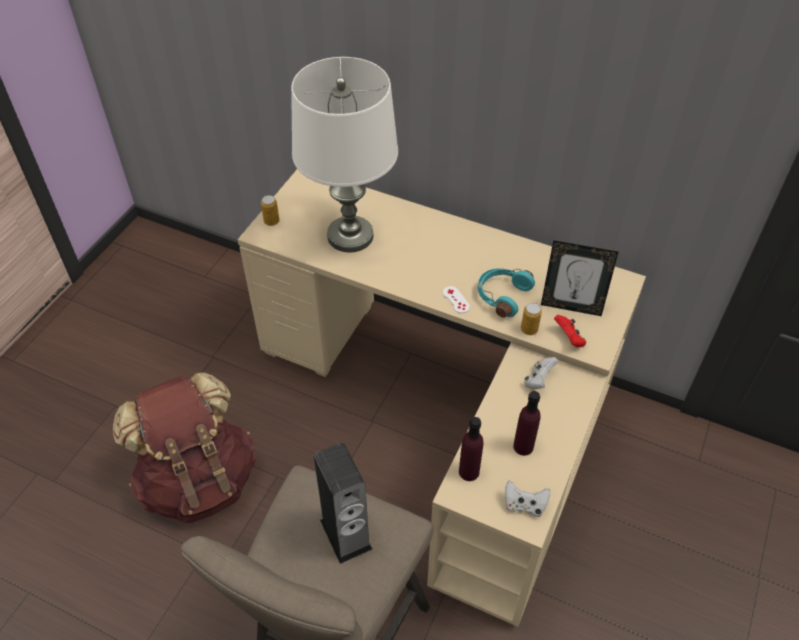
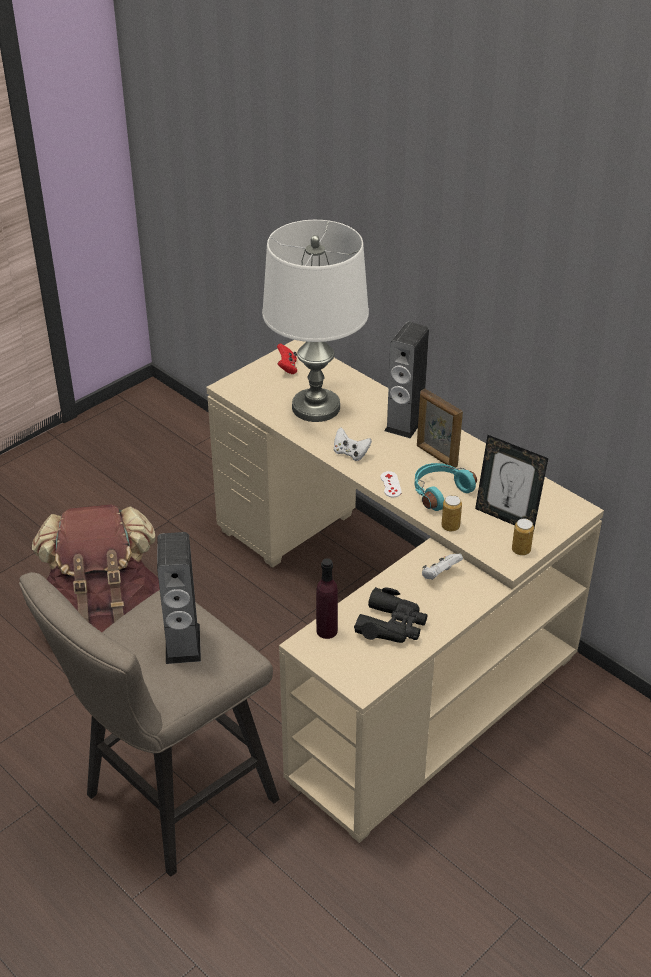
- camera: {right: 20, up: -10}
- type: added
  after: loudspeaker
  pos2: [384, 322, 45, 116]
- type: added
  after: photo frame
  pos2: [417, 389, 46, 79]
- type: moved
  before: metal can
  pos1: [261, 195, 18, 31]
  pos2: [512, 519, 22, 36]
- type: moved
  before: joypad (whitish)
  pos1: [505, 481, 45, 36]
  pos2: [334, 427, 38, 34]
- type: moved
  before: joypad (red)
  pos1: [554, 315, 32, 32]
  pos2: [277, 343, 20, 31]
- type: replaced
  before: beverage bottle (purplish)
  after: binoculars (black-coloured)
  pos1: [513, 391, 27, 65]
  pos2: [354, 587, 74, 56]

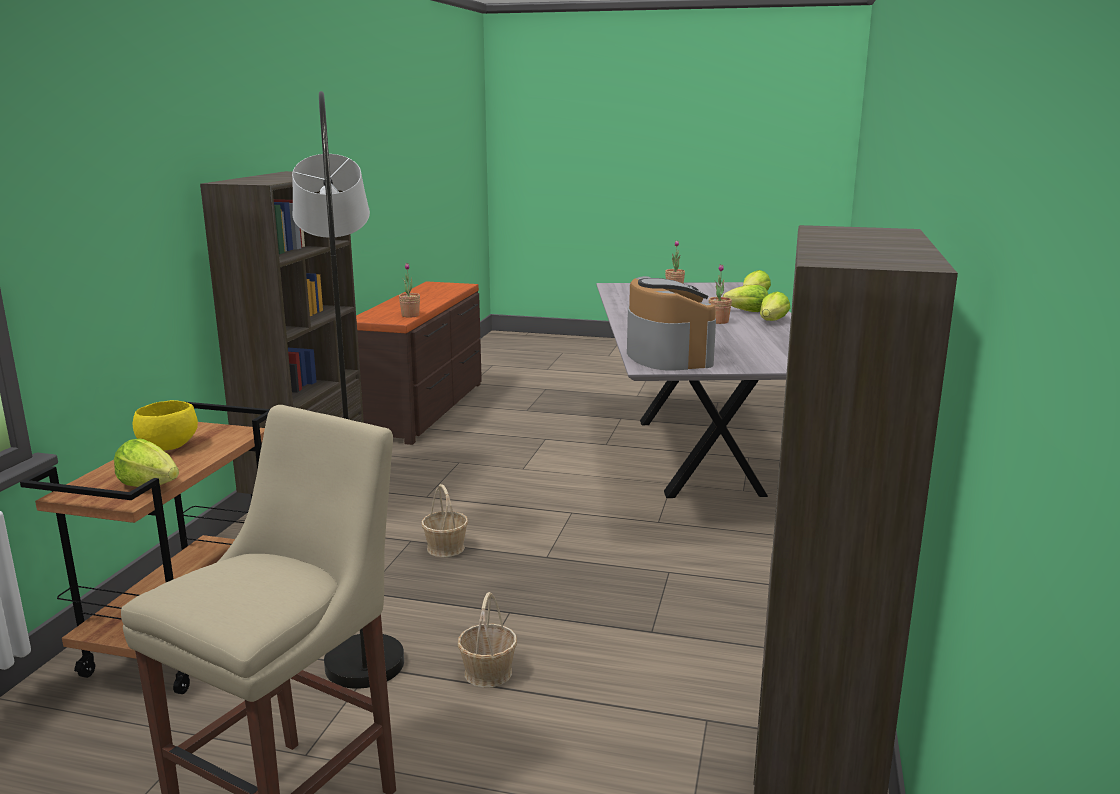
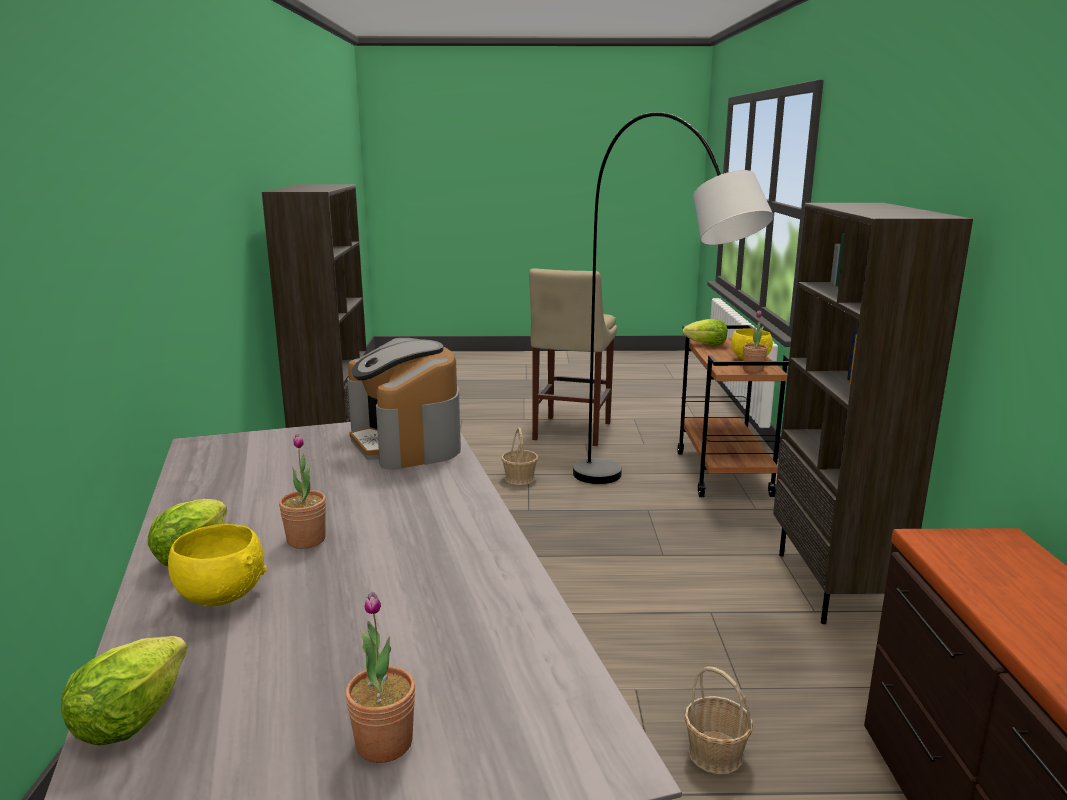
- camera: {right: 165, up: 0}
- type: moved
  before: houseplant
  pos1: [399, 263, 21, 55]
  pos2: [743, 311, 25, 61]
- type: moved
  before: household basket
  pos1: [421, 484, 47, 73]
  pos2: [684, 667, 69, 107]
- type: replaced
  before: head of lettuce
  after: bowl (yellow-coloured)
  pos1: [723, 285, 45, 27]
  pos2: [168, 524, 99, 82]

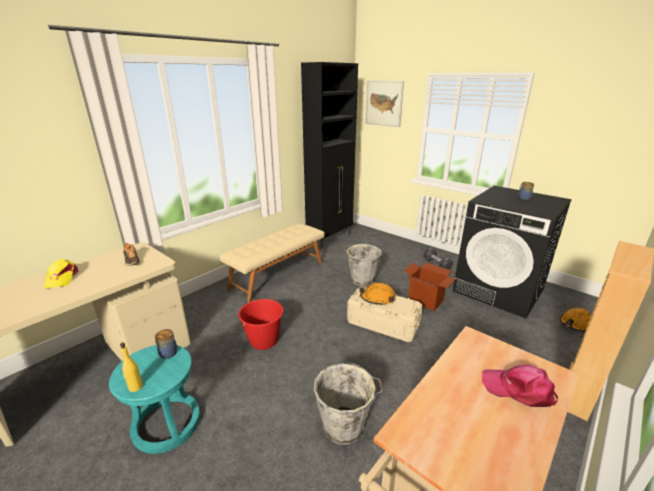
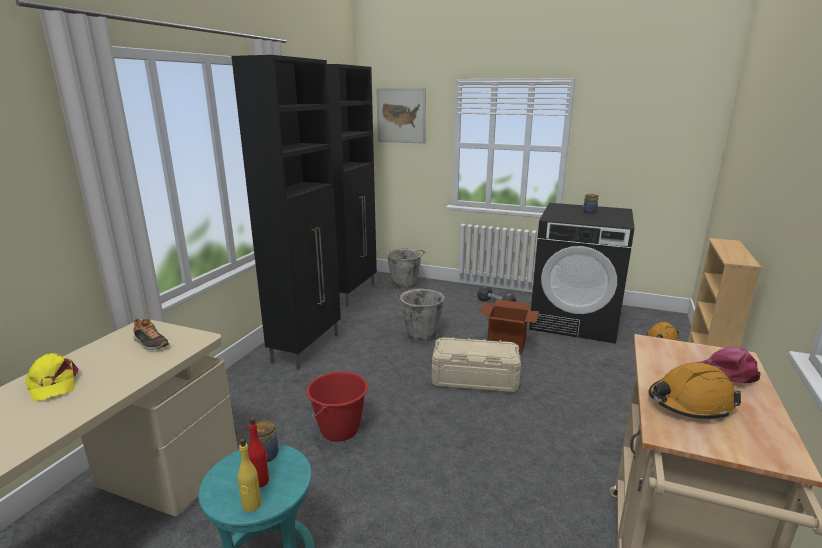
- camera: {right: -20, up: -5}
- type: added
  after: beverage bottle (red)
  pos2: [248, 417, 21, 71]
- type: moved
  before: water bucket (gray)
  pos1: [314, 362, 69, 83]
  pos2: [386, 248, 40, 42]
- type: moved
  before: safety helmet (orange)
  pos1: [359, 283, 37, 23]
  pos2: [648, 363, 93, 57]
- type: replaced
  before: long seat (sand-coloured)
  after: cabinet (black-coloured)
  pos1: [219, 223, 106, 79]
  pos2: [231, 55, 110, 315]

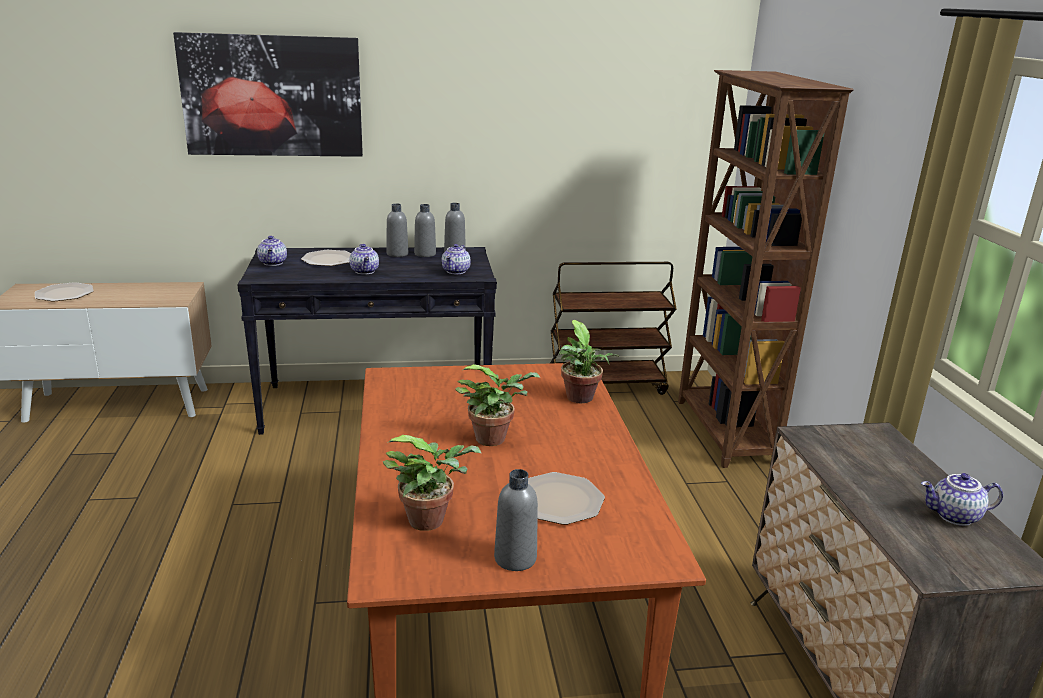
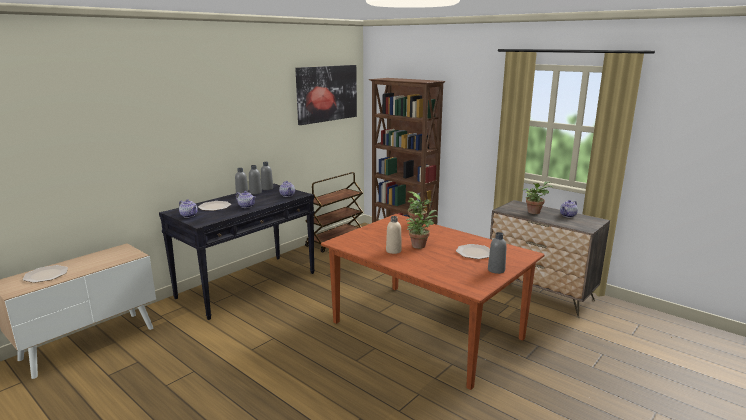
- camera: {right: -40, up: -5}
- type: added
  after: beverage bottle (sand-coloured)
  pos2: [386, 216, 16, 38]
- type: moved
  before: wall picture
  pos1: [173, 32, 190, 125]
  pos2: [295, 65, 62, 60]
- type: moved
  before: houseplant
  pos1: [383, 435, 98, 96]
  pos2: [523, 181, 30, 33]

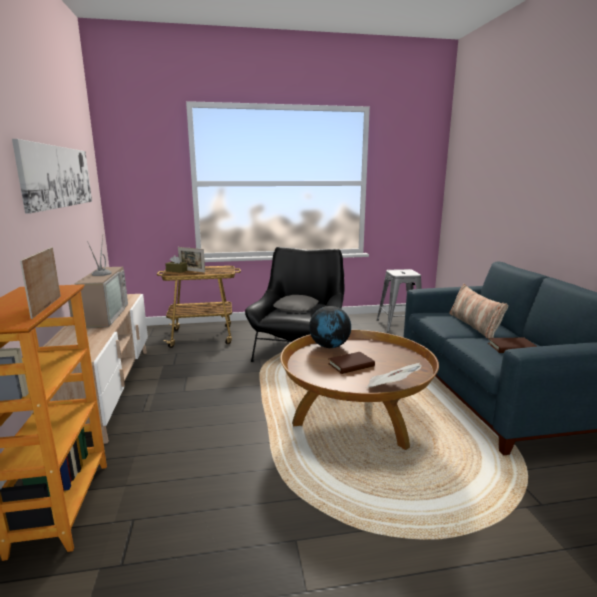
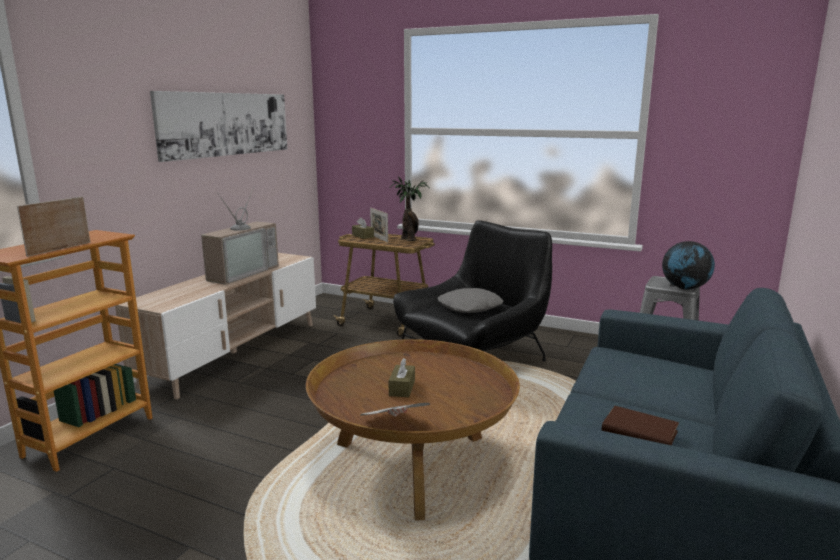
- camera: {right: 35, up: 0}
- type: removed
  before: pillow
  pos1: [449, 284, 59, 56]
- type: added
  after: houseplant
  pos2: [390, 176, 39, 65]
- type: moved
  before: globe
  pos1: [309, 306, 42, 42]
  pos2: [662, 241, 53, 49]
- type: replaced
  before: book (brown)
  after: tissue holder (brown)
  pos1: [328, 352, 47, 22]
  pos2: [389, 358, 26, 39]

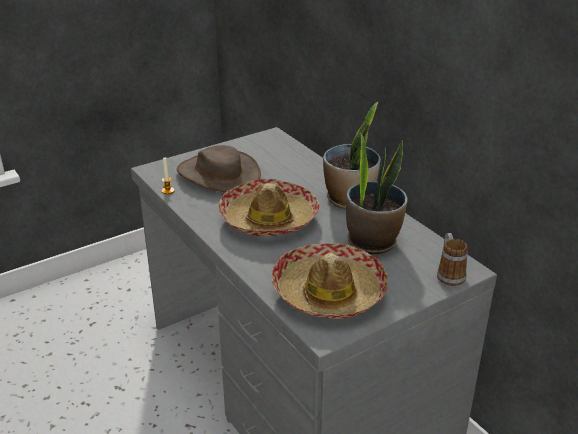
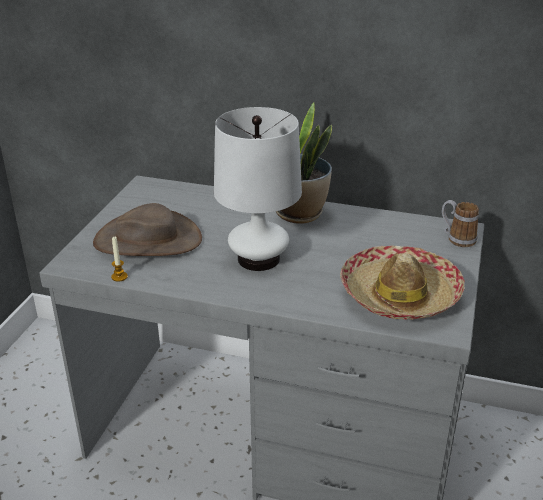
- camera: {right: -40, up: 0}
- type: removed
  before: houseplant
  pos1: [346, 133, 62, 122]
- type: replaced
  before: wearable hat
  after: lamp for a table (whitish)
  pos1: [218, 179, 101, 57]
  pos2: [214, 107, 88, 164]

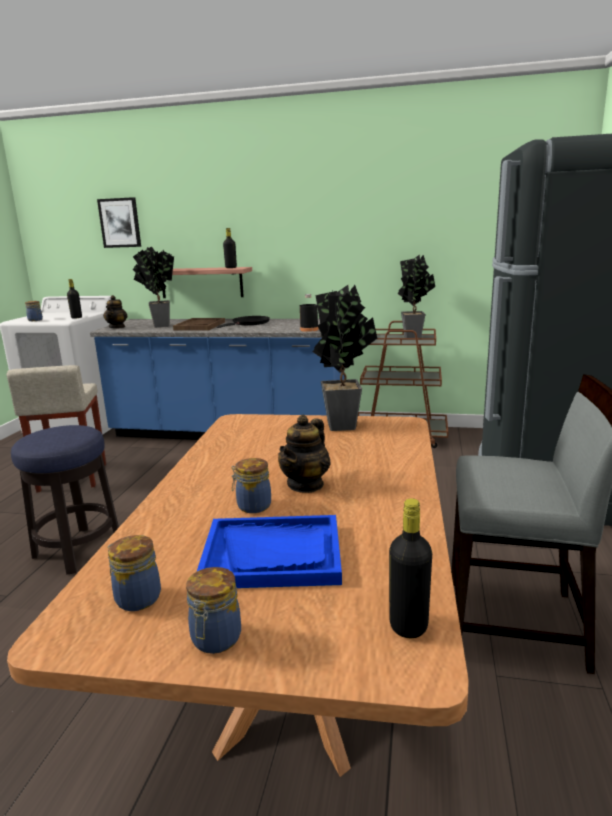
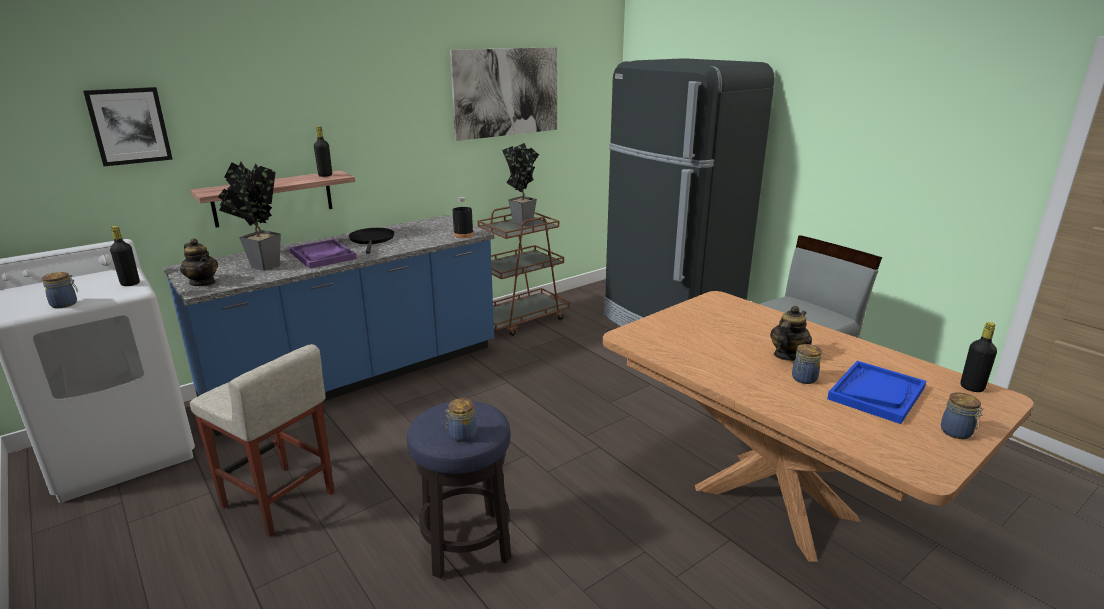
- camera: {right: -50, up: 5}
- type: removed
  before: houseplant
  pos1: [313, 285, 64, 146]
- type: added
  after: wall picture
  pos2: [450, 47, 107, 94]
- type: moved
  before: storage jar
  pos1: [107, 535, 54, 76]
  pos2: [445, 398, 31, 44]
- type: recoloured
  before: tray (brown)
  after: tray (purplish)
  pos1: [173, 318, 52, 13]
  pos2: [289, 239, 68, 30]
- type: turned
  before: pot for tea
  pos1: [278, 415, 53, 78]
  pos2: [770, 306, 42, 55]
  turn: -120

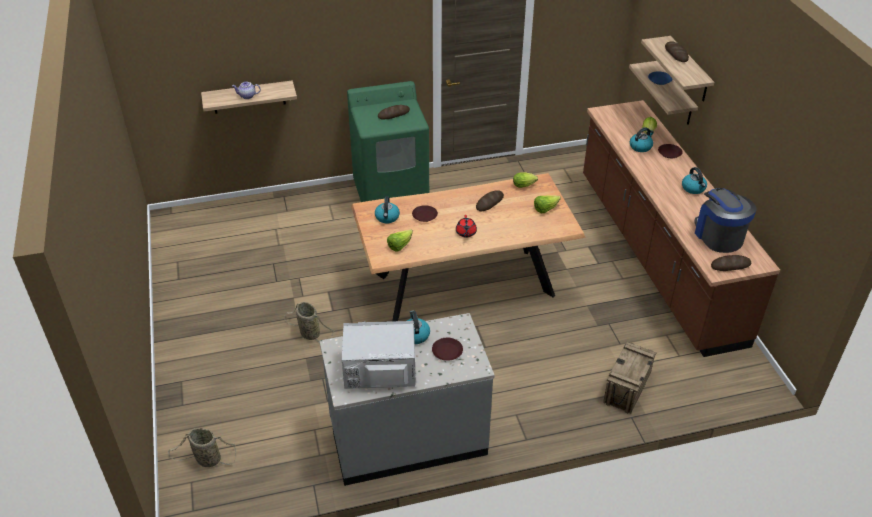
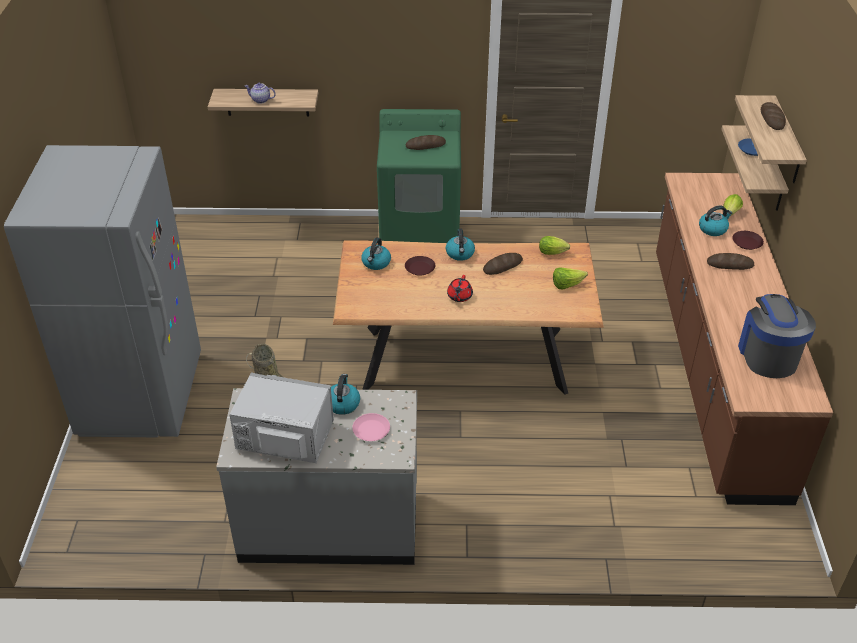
- camera: {right: 15, up: 0}
- type: removed
  before: household basket
  pos1: [168, 428, 68, 39]
- type: removed
  before: head of lettuce
  pos1: [387, 229, 26, 23]
- type: removed
  before: crate
  pos1: [603, 342, 53, 71]
- type: added
  after: kitchen fridge (gray)
  pos2: [4, 145, 197, 292]
- type: moved
  before: water kettle
  pos1: [682, 167, 25, 27]
  pos2: [446, 228, 29, 33]
- type: moved
  before: bread
  pos1: [711, 255, 40, 16]
  pos2: [707, 253, 47, 17]
- type: recoloured
  before: dinner plate (brown)
  after: dinner plate (pink-coloured)
  pos1: [432, 338, 31, 23]
  pos2: [352, 413, 38, 28]

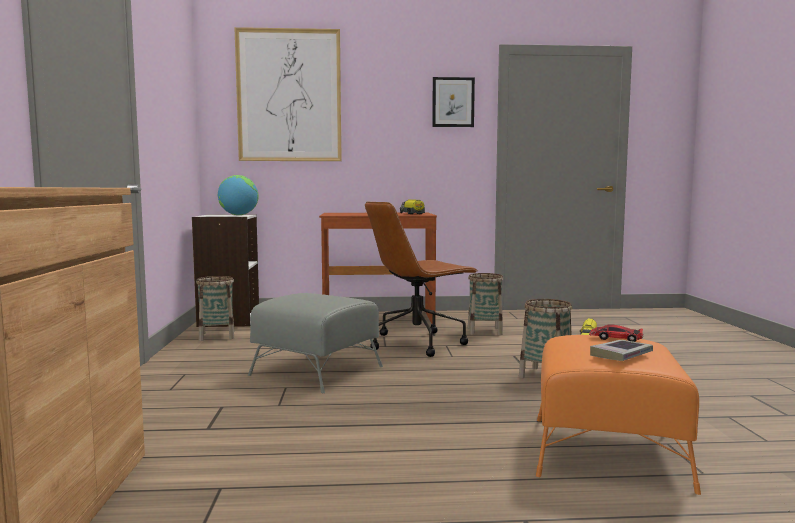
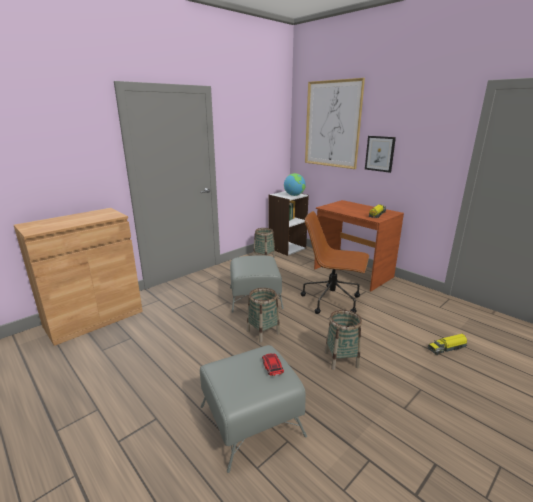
- camera: {right: 50, up: 15}
- type: removed
  before: book
  pos1: [590, 340, 63, 21]
- type: moved
  before: wall picture
  pos1: [432, 77, 43, 50]
  pos2: [365, 136, 31, 37]
- type: moved
  before: household basket
  pos1: [468, 273, 36, 62]
  pos2: [246, 288, 34, 55]
- type: recoloured
  before: pouffe (orange)
  after: pouffe (gray)
  pos1: [536, 335, 165, 160]
  pos2: [200, 345, 107, 128]

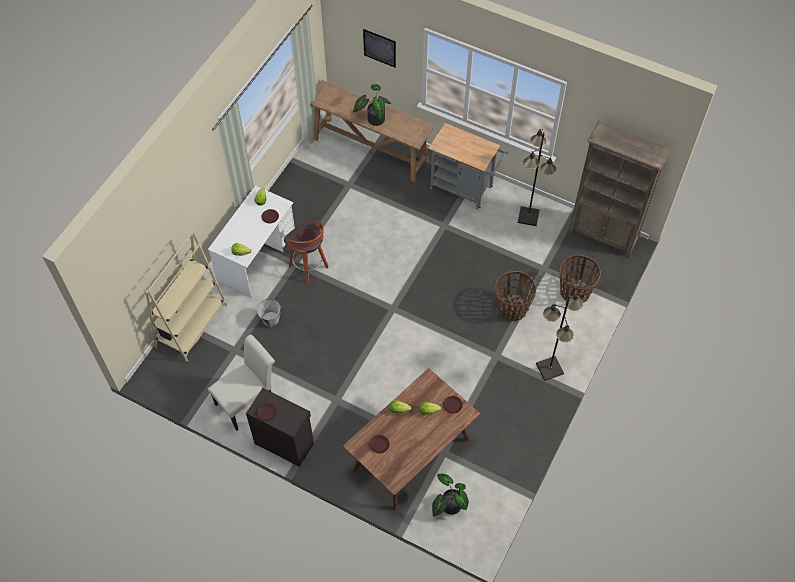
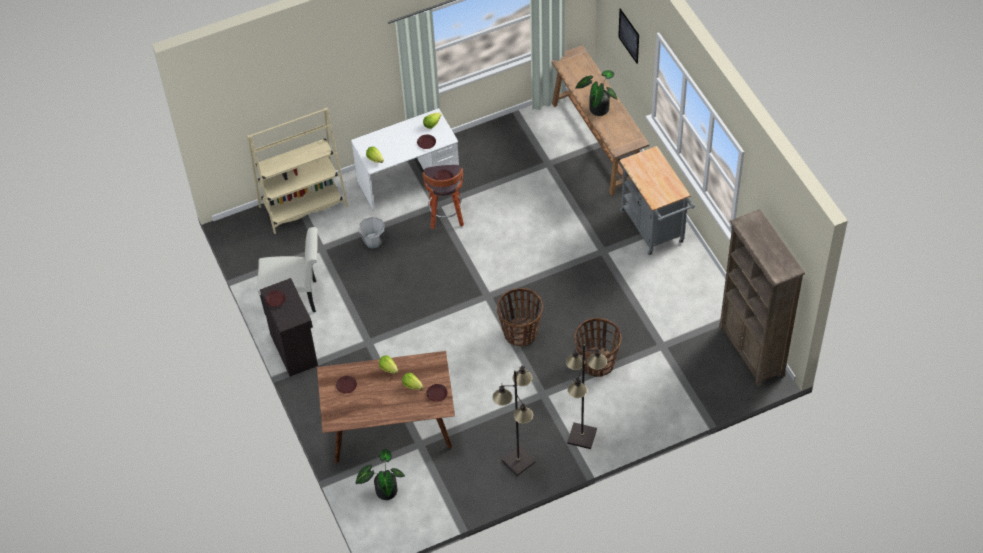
- camera: {right: 40, up: -5}
- type: moved
  before: standing lamp (black-coloured)
  pos1: [518, 129, 38, 97]
  pos2: [492, 366, 44, 110]
- type: moved
  before: household basket
  pos1: [560, 255, 41, 48]
  pos2: [497, 288, 46, 58]

